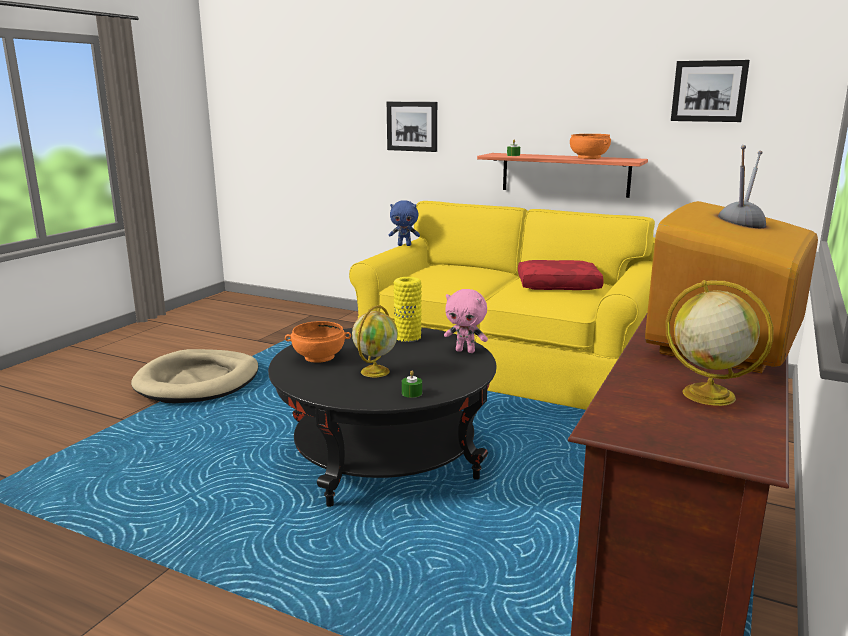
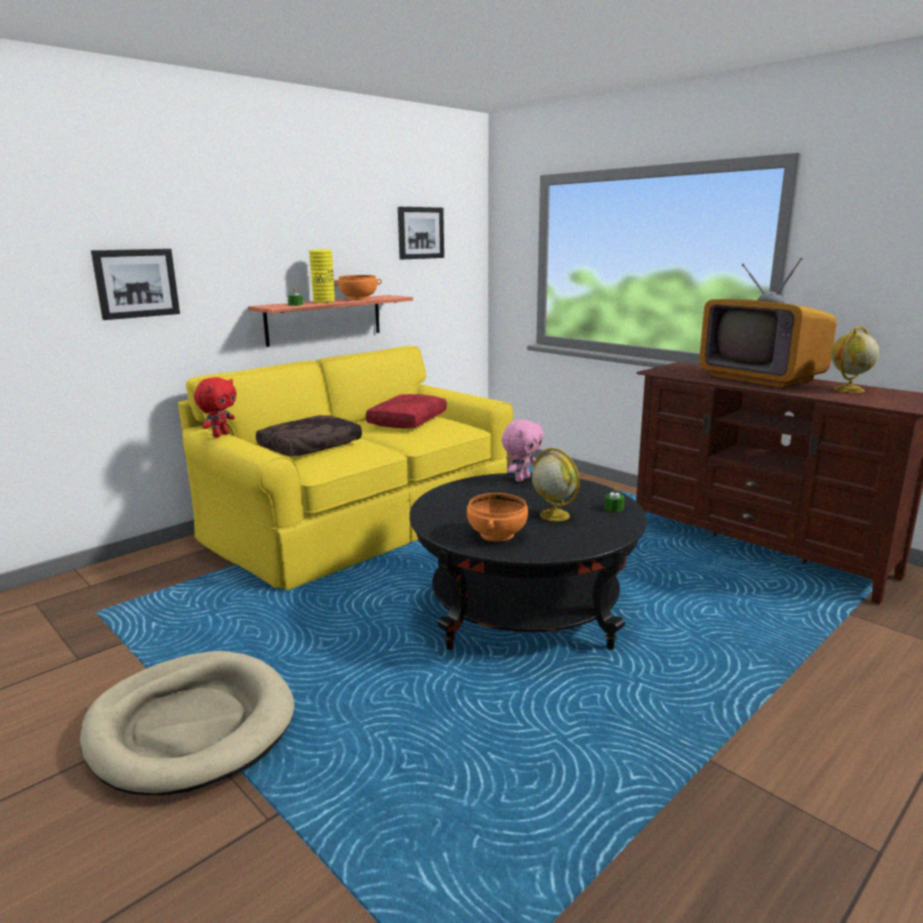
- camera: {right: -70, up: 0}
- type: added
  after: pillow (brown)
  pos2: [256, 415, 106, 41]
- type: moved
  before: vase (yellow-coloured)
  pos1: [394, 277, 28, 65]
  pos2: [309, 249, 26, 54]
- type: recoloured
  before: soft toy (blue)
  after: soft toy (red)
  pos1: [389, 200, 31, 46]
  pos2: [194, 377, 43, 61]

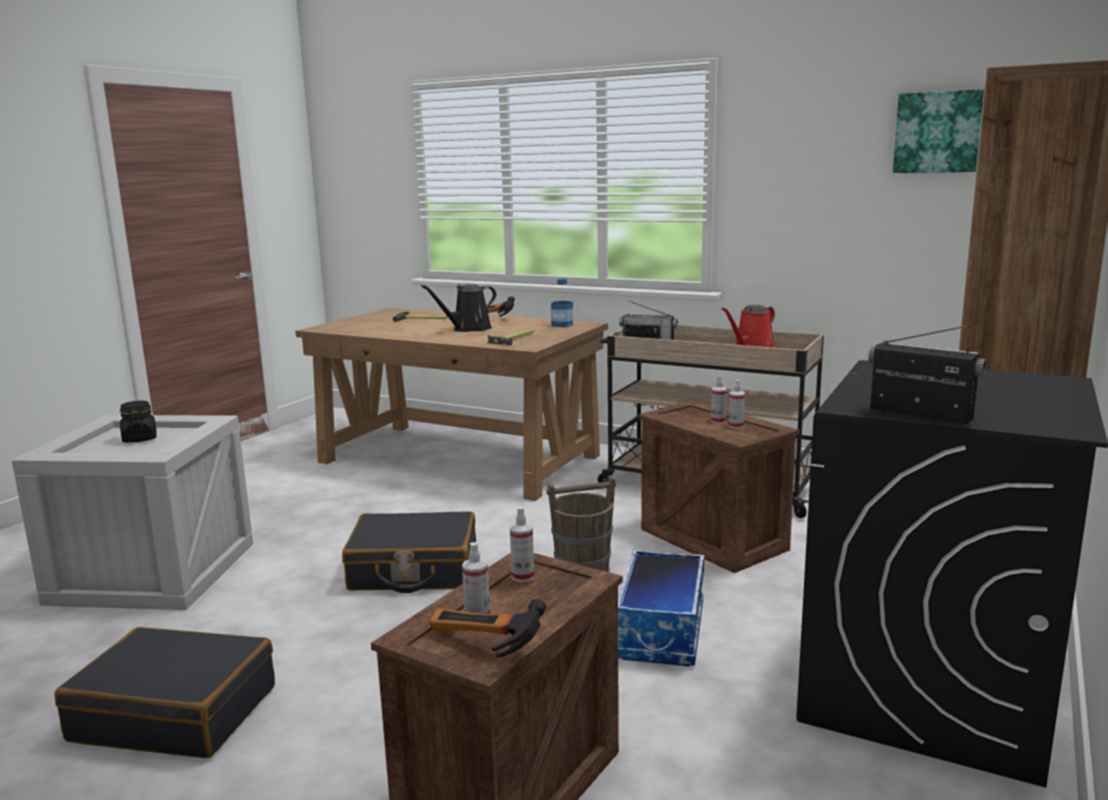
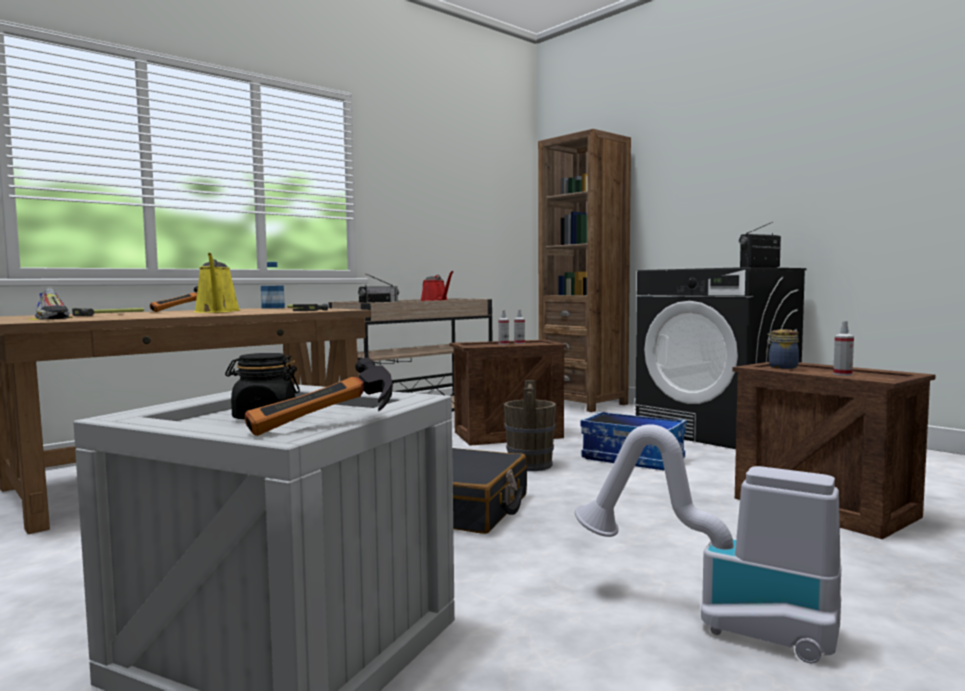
- camera: {right: -70, up: -10}
- type: removed
  before: wall picture
  pos1: [893, 89, 91, 84]
- type: added
  after: item of footwear
  pos2: [29, 288, 44, 32]
- type: moved
  before: hand hammer
  pos1: [429, 599, 118, 59]
  pos2: [244, 357, 149, 79]
- type: replaced
  before: travel case (black-coloured)
  after: vacuum
  pos1: [54, 627, 221, 131]
  pos2: [575, 424, 267, 239]
- type: replaced
  before: hand sprayer
  after: storage jar
  pos1: [510, 507, 24, 75]
  pos2: [766, 329, 33, 40]
- type: recoloured
  before: watering can (black-coloured)
  after: watering can (yellow-coloured)
  pos1: [421, 284, 75, 48]
  pos2: [194, 253, 47, 60]

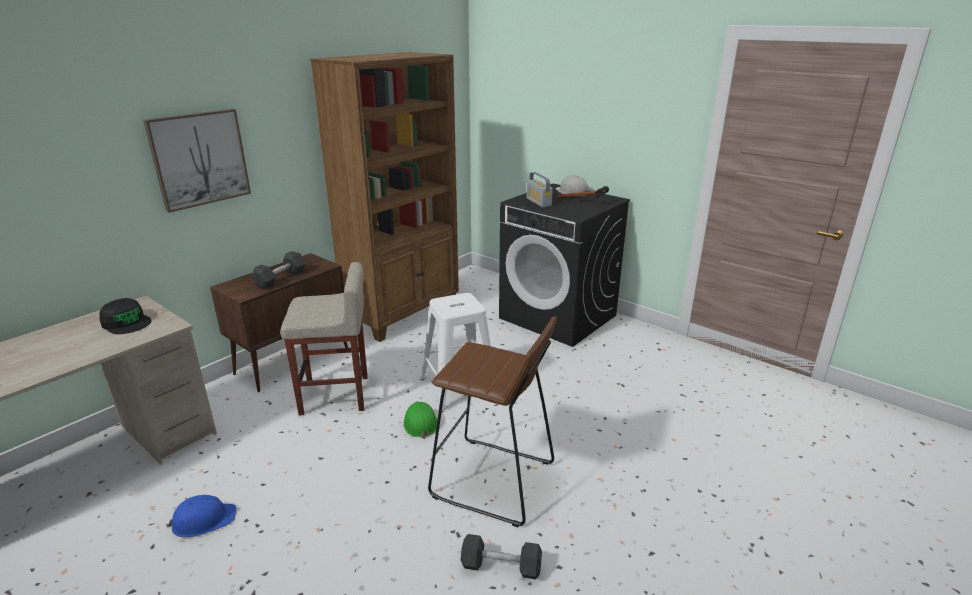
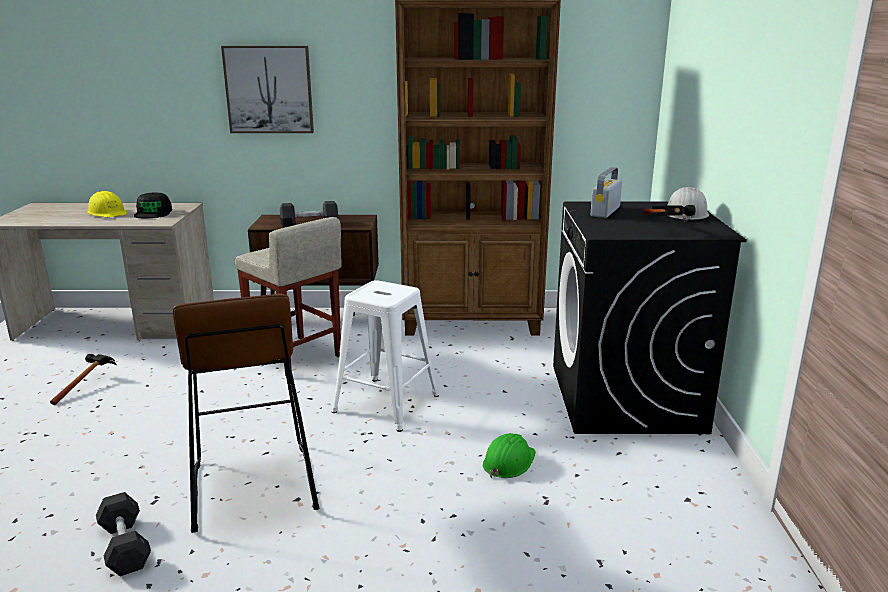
- camera: {right: 50, up: -5}
- type: added
  after: safety helmet (yellow-coloured)
  pos2: [87, 191, 40, 27]
- type: moved
  before: safety helmet (green-coloured)
  pos1: [404, 401, 33, 38]
  pos2: [483, 433, 53, 45]
- type: replaced
  before: safety helmet (blue)
  after: hand hammer
  pos1: [166, 495, 70, 42]
  pos2: [50, 354, 67, 51]

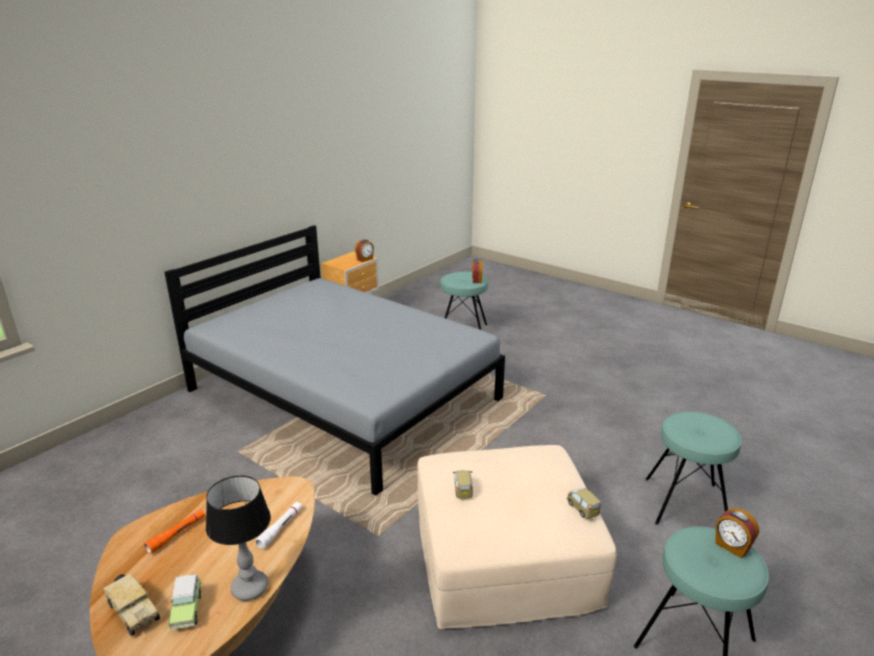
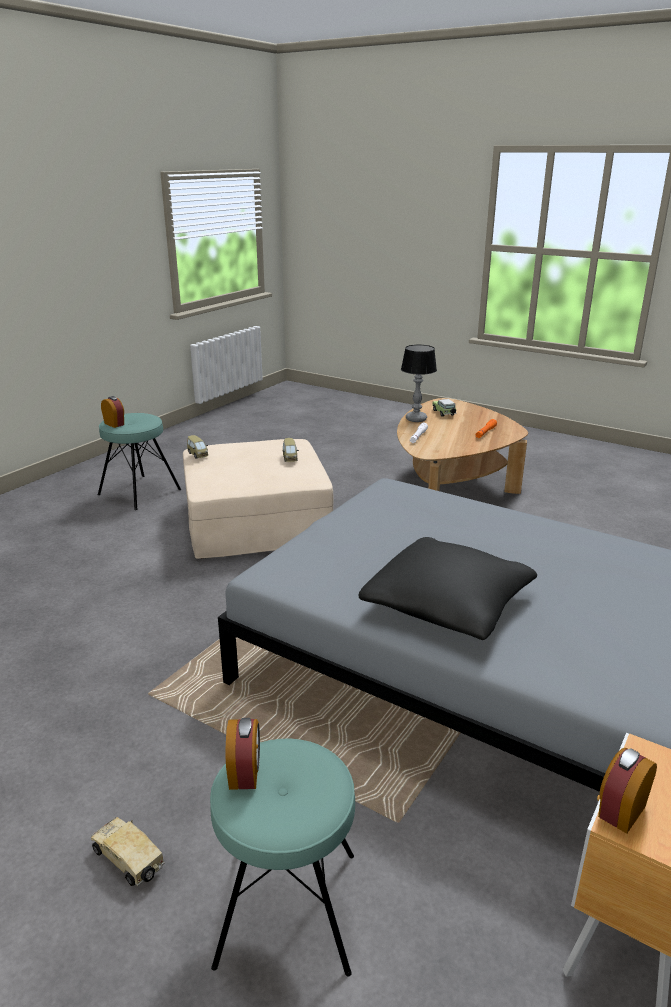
- camera: {right: 175, up: 0}
- type: removed
  before: sitting stool (turquoise-coloured)
  pos1: [645, 412, 97, 113]
- type: added
  after: pillow (black-coloured)
  pos2: [358, 537, 179, 103]
- type: moved
  before: model truck
  pos1: [103, 574, 57, 62]
  pos2: [91, 817, 73, 69]

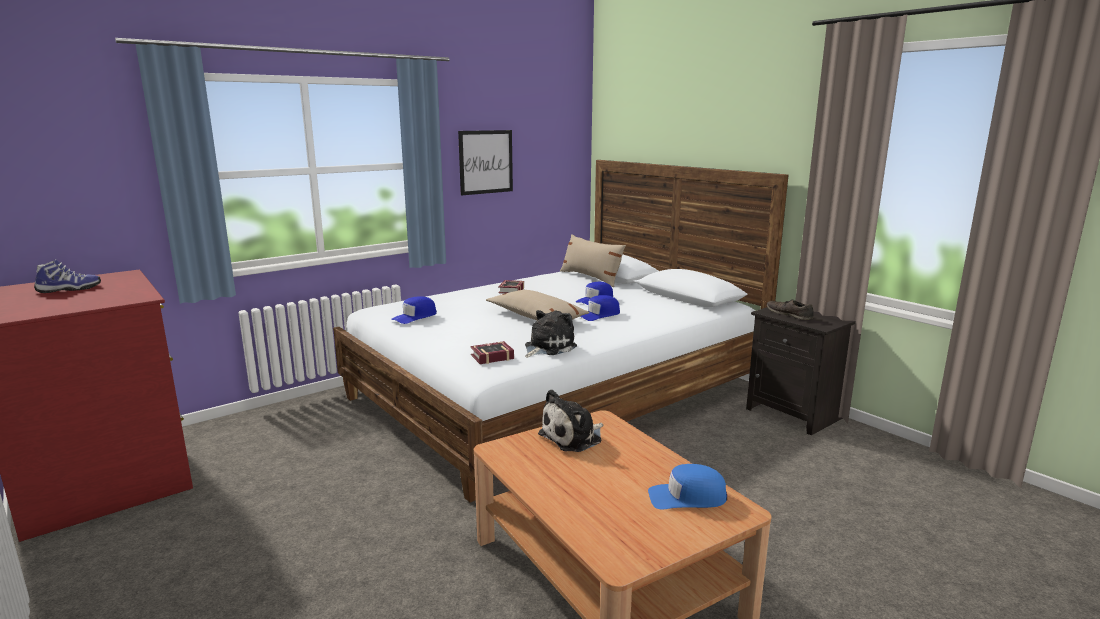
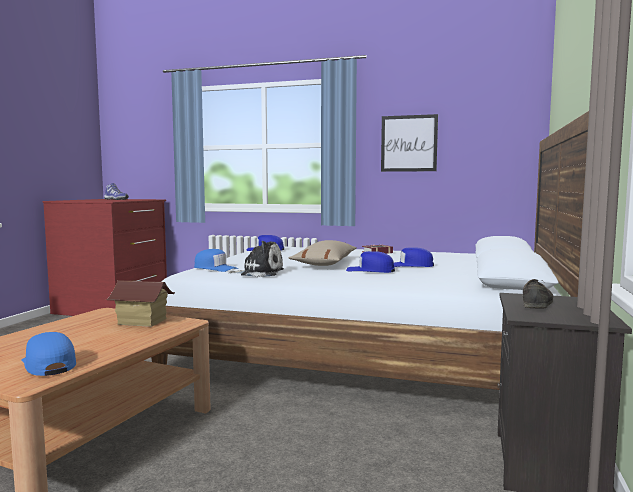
- camera: {right: 55, up: -10}
- type: removed
  before: pillow (sand-coloured)
  pos1: [560, 234, 66, 53]
- type: replaced
  before: book
  after: cap (blue)
  pos1: [471, 341, 43, 23]
  pos2: [194, 249, 45, 23]
- type: replaced
  before: soft toy
  after: toy house
  pos1: [538, 389, 66, 63]
  pos2: [106, 280, 69, 47]

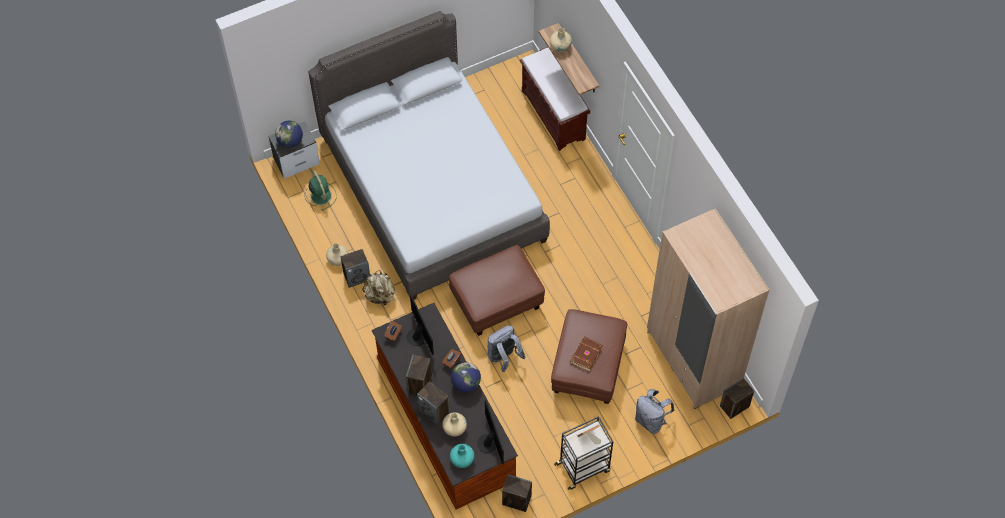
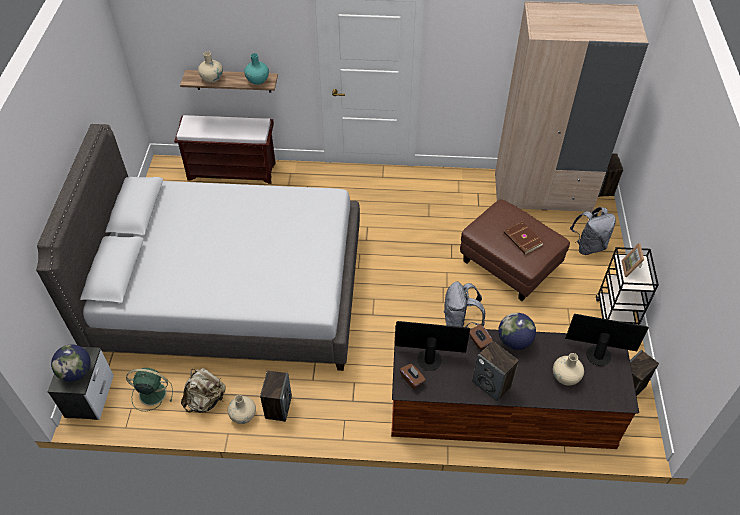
- camera: {right: -60, up: -10}
- type: removed
  before: loudspeaker
  pos1: [417, 381, 33, 44]
- type: removed
  before: pouffe (brown)
  pos1: [449, 245, 96, 91]
- type: moved
  before: backpack (sand-coloured)
  pos1: [362, 270, 33, 35]
  pos2: [181, 368, 45, 44]
- type: moved
  before: vase (turquoise-coloured)
  pos1: [450, 444, 24, 24]
  pos2: [244, 53, 25, 32]

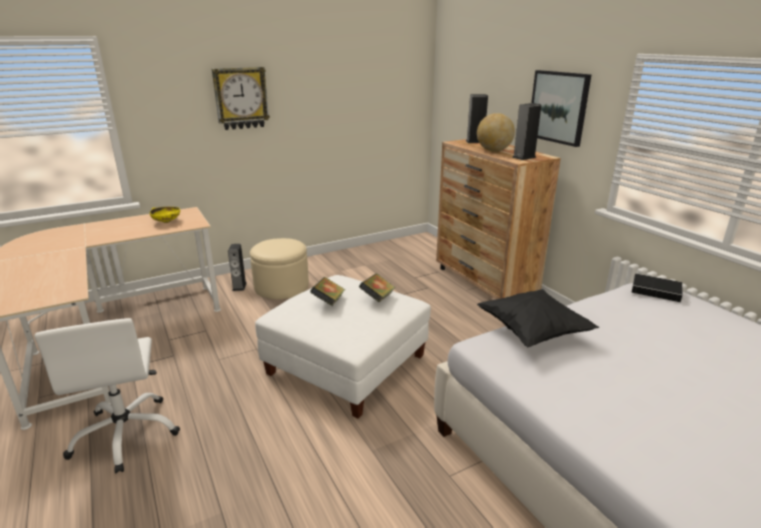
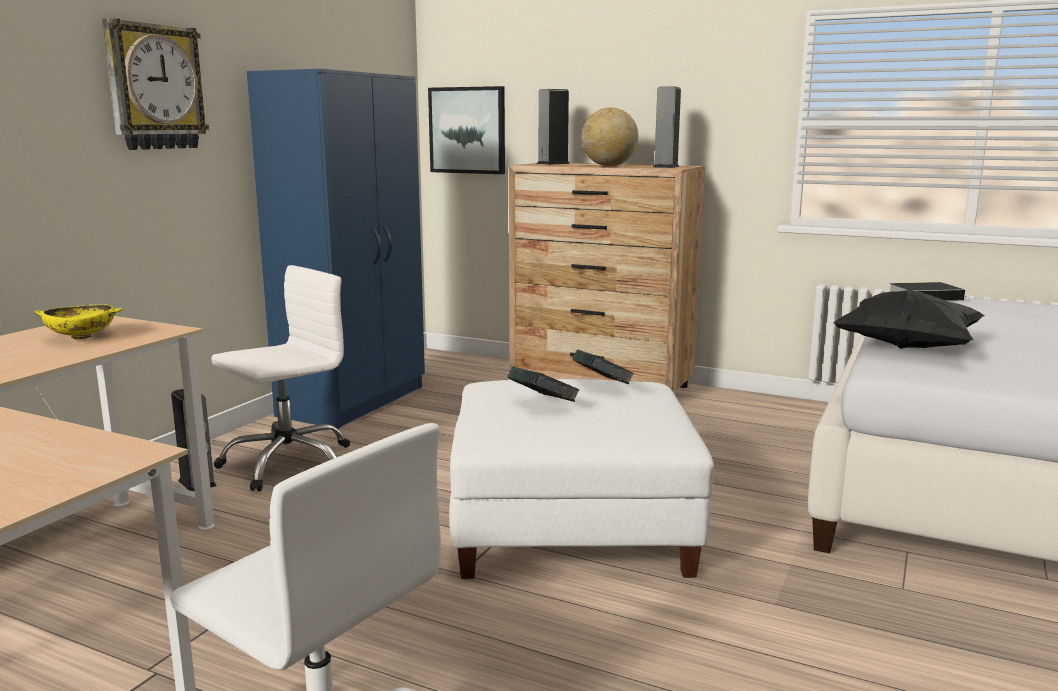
- camera: {right: -35, up: -10}
- type: added
  after: clothes cupboard (blue)
  pos2: [247, 69, 178, 360]
- type: moved
  before: wall picture
  pos1: [531, 70, 60, 77]
  pos2: [428, 86, 77, 88]
- type: replaced
  before: pouffe (sand-coloured)
  after: office chair (whitish)
  pos1: [250, 238, 59, 61]
  pos2: [211, 265, 139, 226]

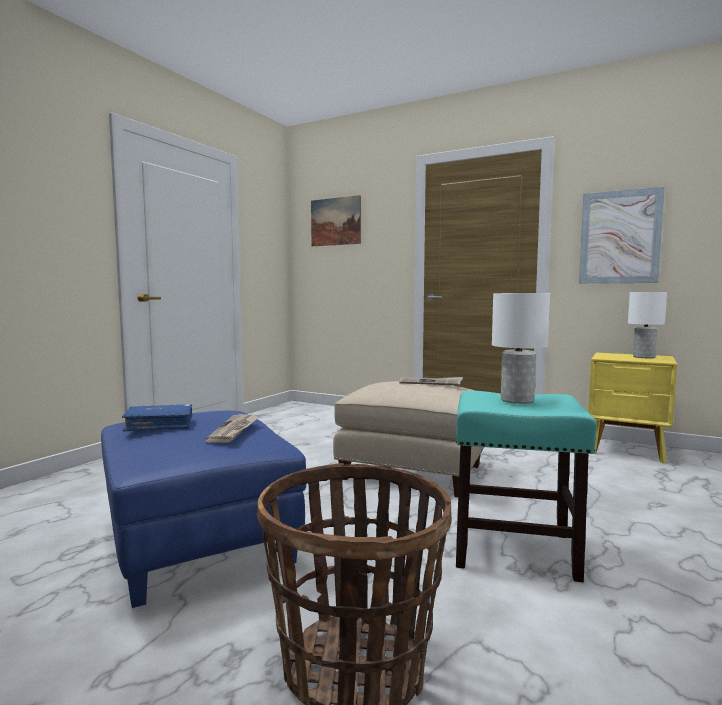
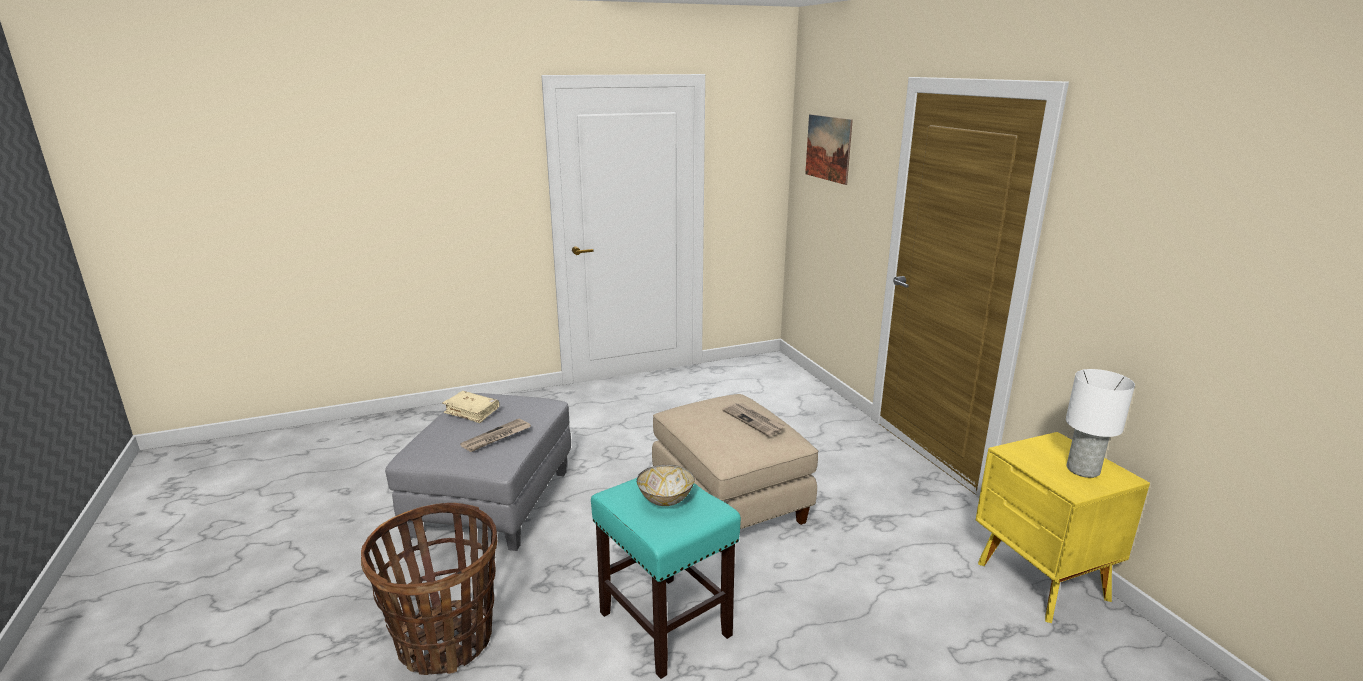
- camera: {right: 40, up: 15}
- type: removed
  before: wall picture
  pos1: [579, 187, 86, 97]
- type: replaced
  before: lamp for a table (whitish)
  after: bowl
  pos1: [492, 293, 58, 111]
  pos2: [637, 465, 58, 41]
- type: recoloured
  before: pouffe (blue)
  after: pouffe (gray)
  pos1: [101, 411, 205, 197]
  pos2: [385, 393, 186, 158]
- type: recoloured
  before: book (blue)
  after: book (sand-coloured)
  pos1: [122, 404, 70, 27]
  pos2: [442, 391, 57, 32]

